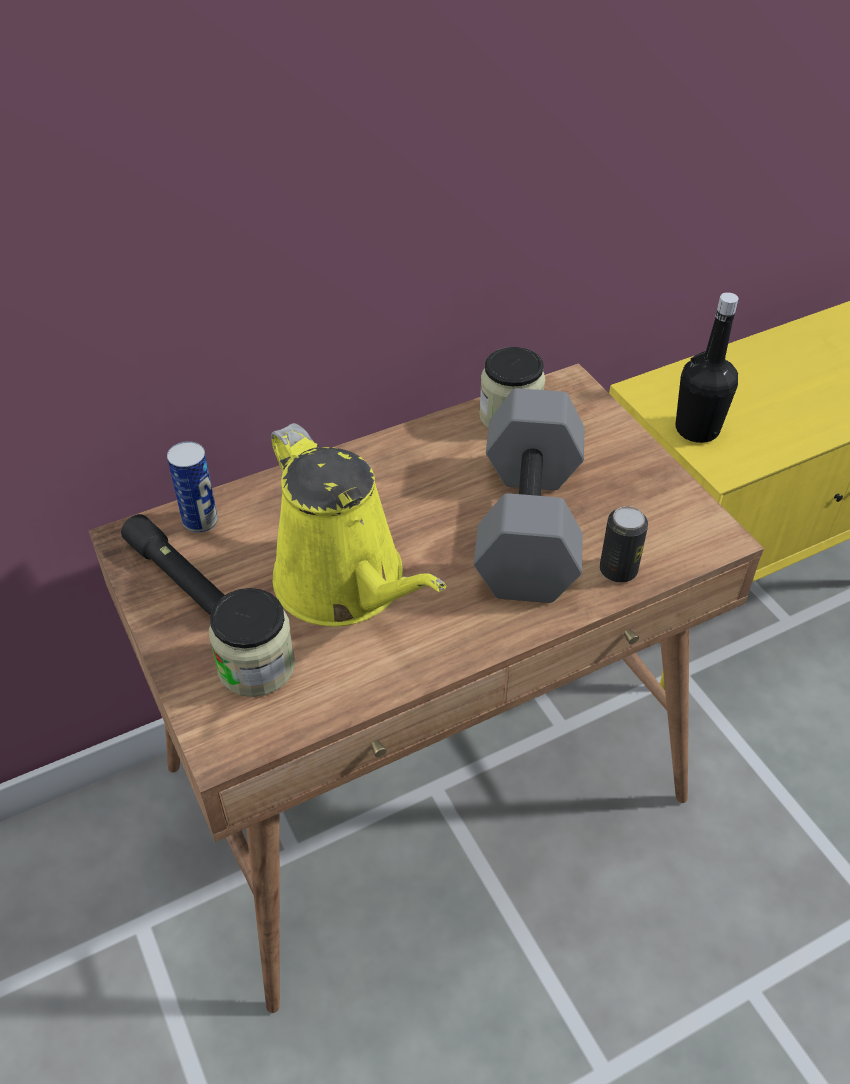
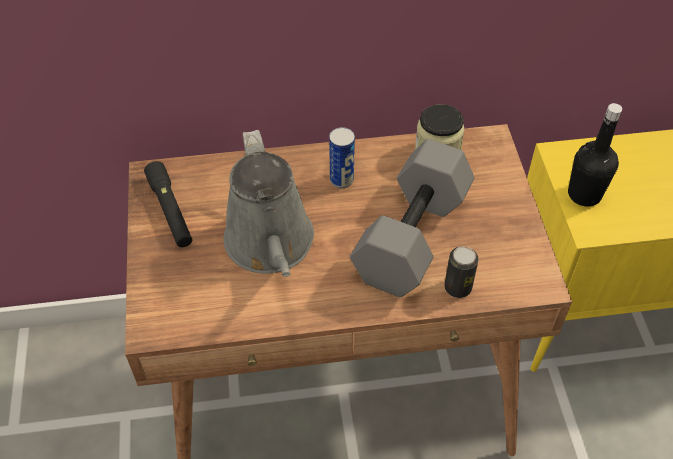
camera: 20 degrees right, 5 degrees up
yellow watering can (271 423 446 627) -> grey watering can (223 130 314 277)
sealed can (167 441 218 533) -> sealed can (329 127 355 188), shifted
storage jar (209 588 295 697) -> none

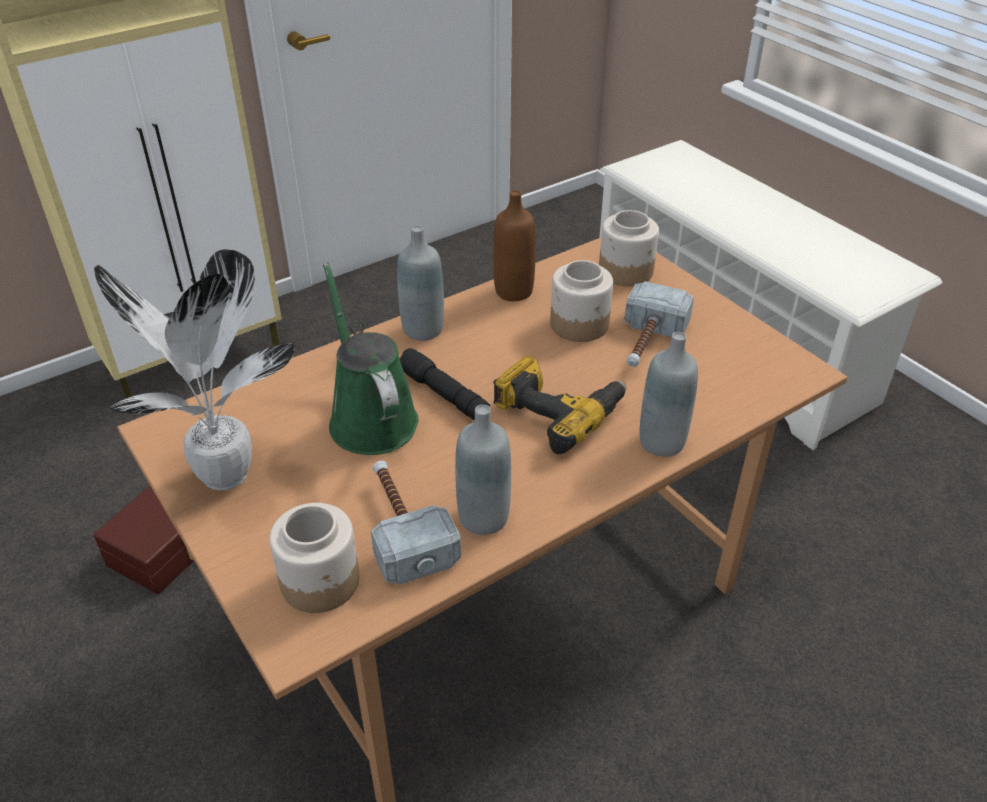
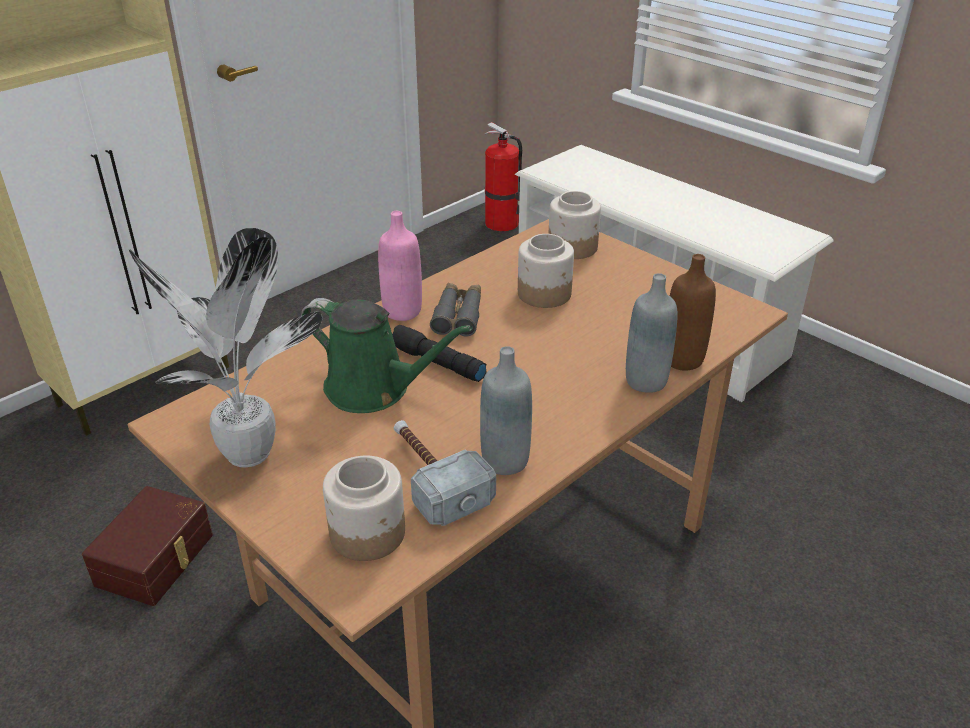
camera: 10 degrees left, 5 degrees down
green watering can (323 262 419 455) -> green watering can (301 298 473 413), 150 degrees clockwise
grey drink bottle (397 225 444 341) -> pinkish drink bottle (378 211 422 321)
none -> grey binoculars (430 283 481 337)
none -> fire-fighting cylinder (485 122 522 231)
brown drink bottle (493 190 536 301) -> brown drink bottle (670 254 716 371), shifted
drill (493 355 626 454) -> none
tool hammer (624 281 694 367) -> none

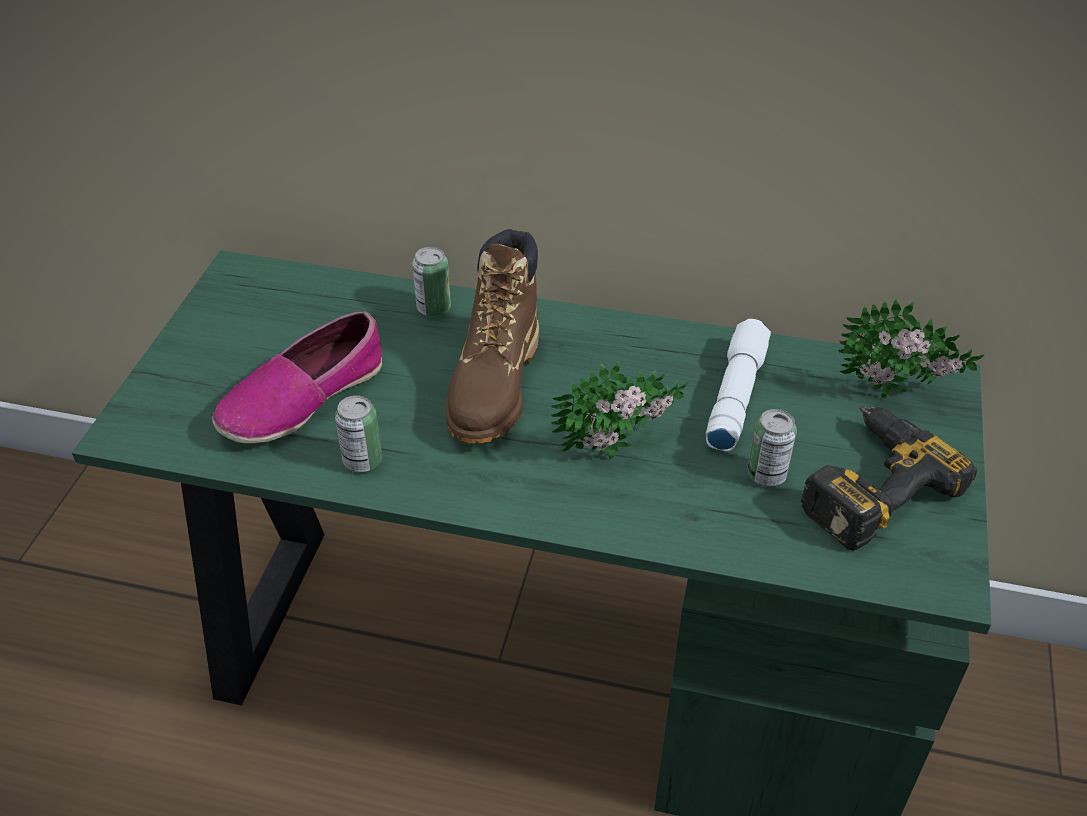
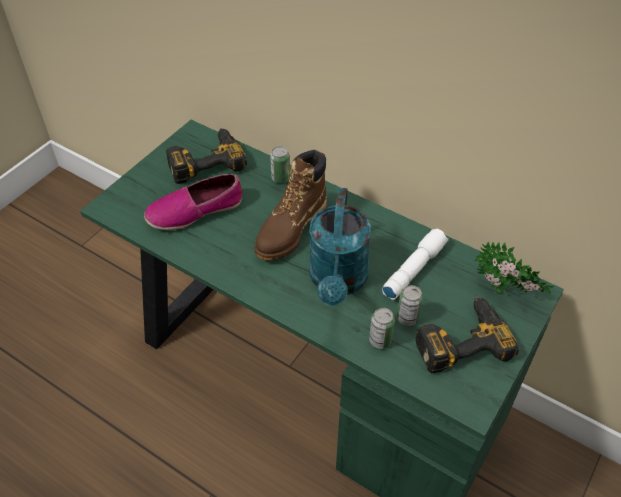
camera: 20 degrees right, 5 degrees up
none -> drill (166 128 247 184)
plant in a pot (550 360 688 459) -> blue-green watering can (309 188 371 306)
sealed can (335 395 382 472) -> sealed can (369 308 395 349), shifted

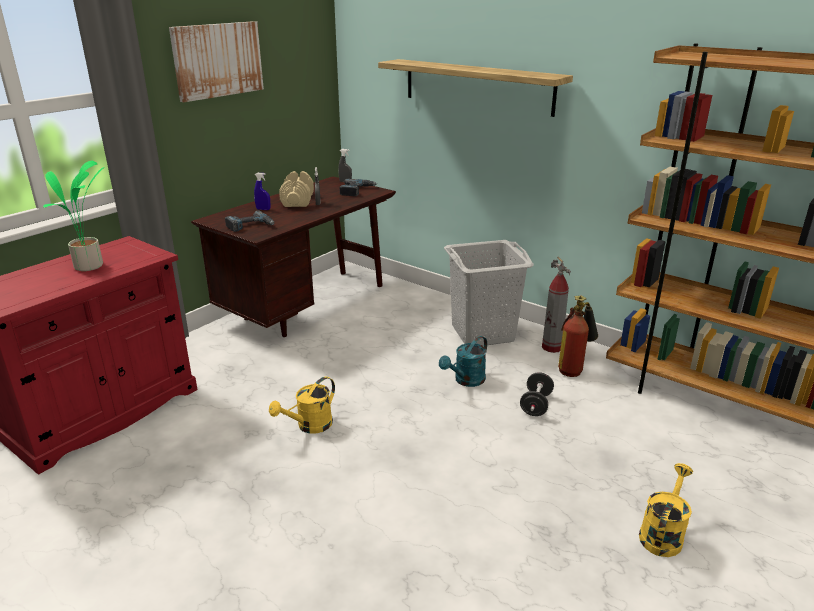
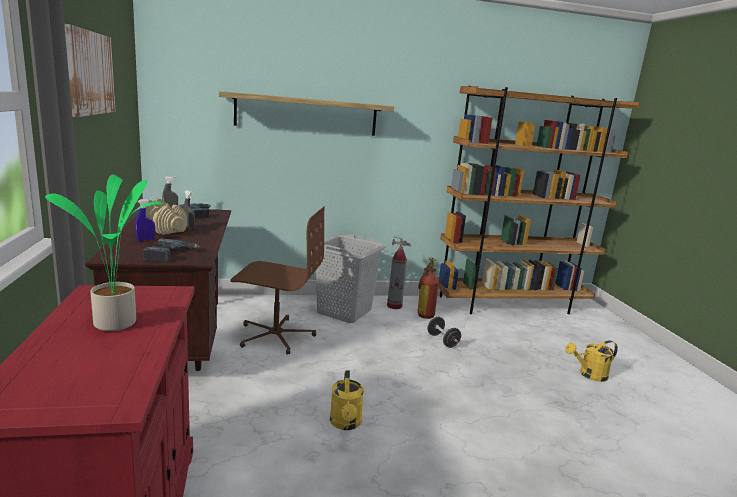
camera: 50 degrees left, 10 degrees down
none -> brown desk chair (230 206 325 355)
yellow watering can (639 463 693 557) -> yellow watering can (565 340 618 382), 90 degrees counterclockwise
blue-green watering can (439 336 487 387) -> none

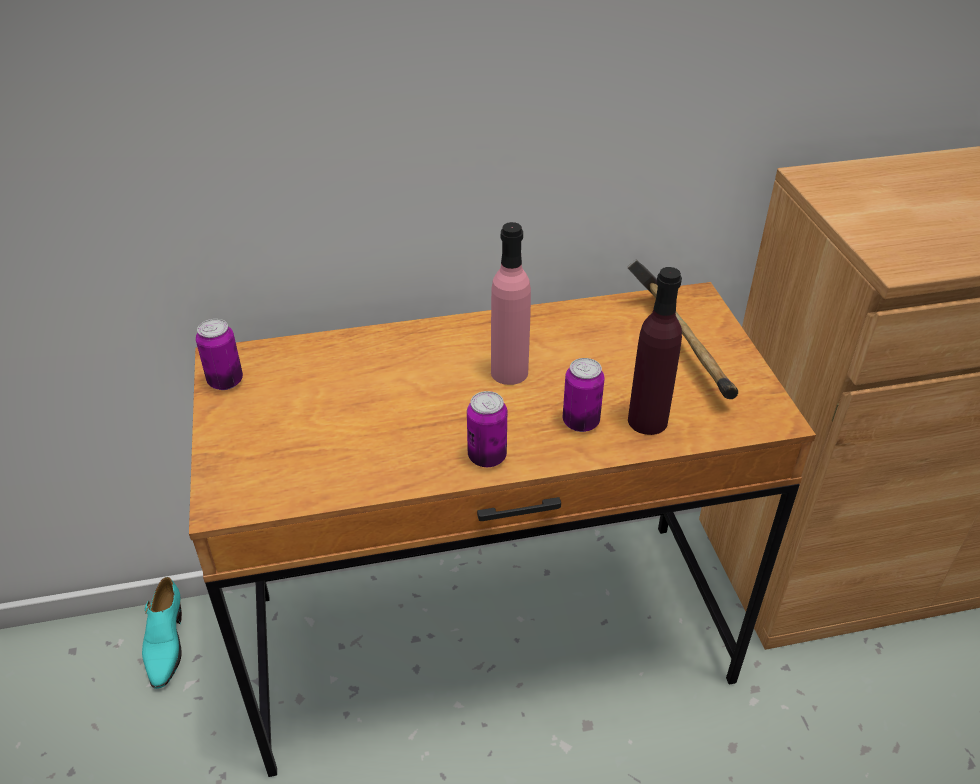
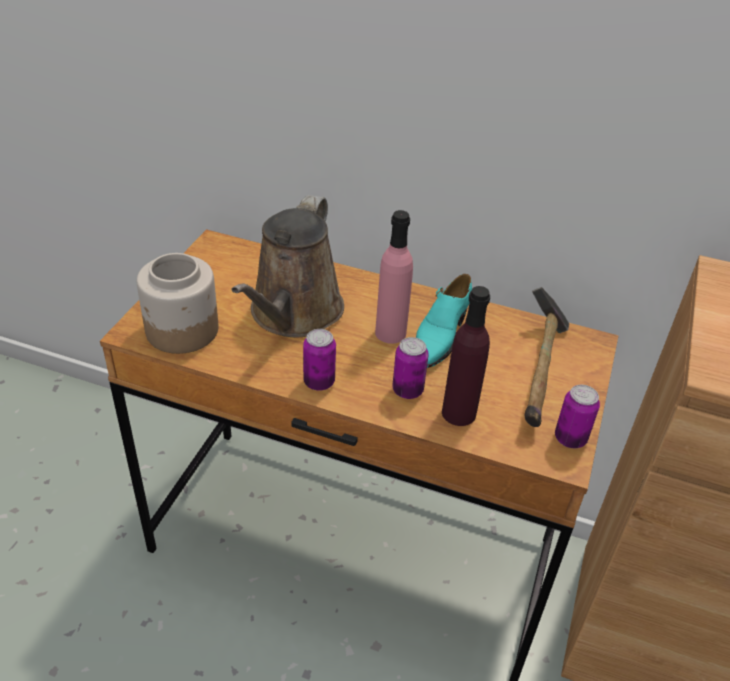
camera: 30 degrees right, 0 degrees up
none -> storage jar (137 253 218 354)
none -> brown watering can (231 195 344 337)
blue-green low shoe (142 577 182 689) -> blue-green low shoe (416 274 472 368), shifted
sealed can (196 319 243 390) -> sealed can (555 385 600 448), shifted

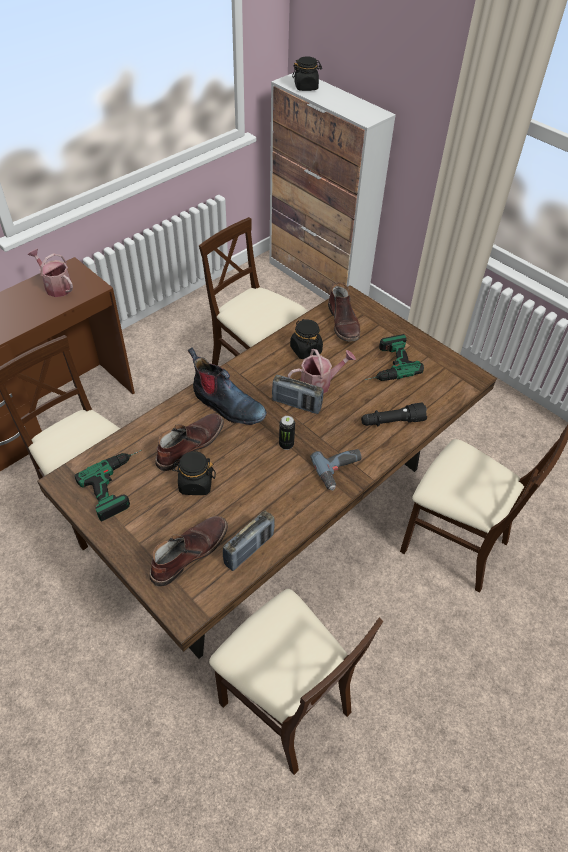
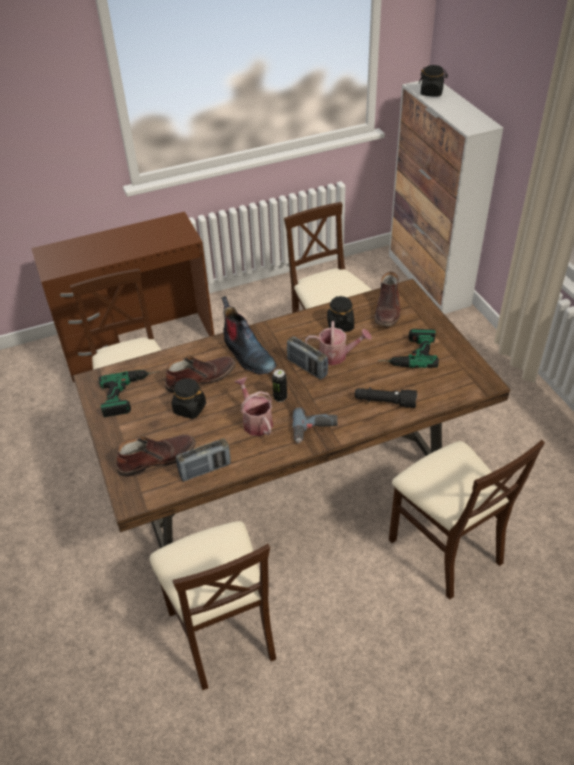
camera: 25 degrees right, 5 degrees down
watering can (27 249 73 297) -> watering can (235 377 273 436), shifted

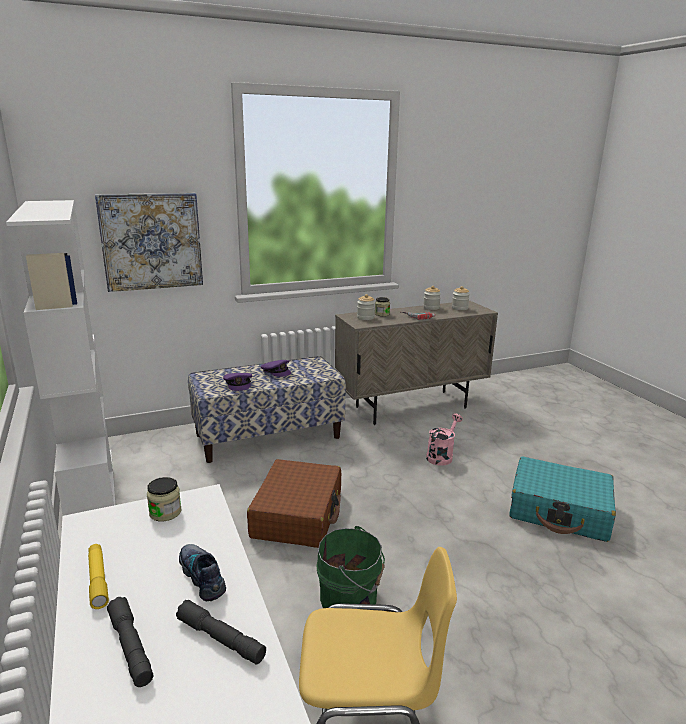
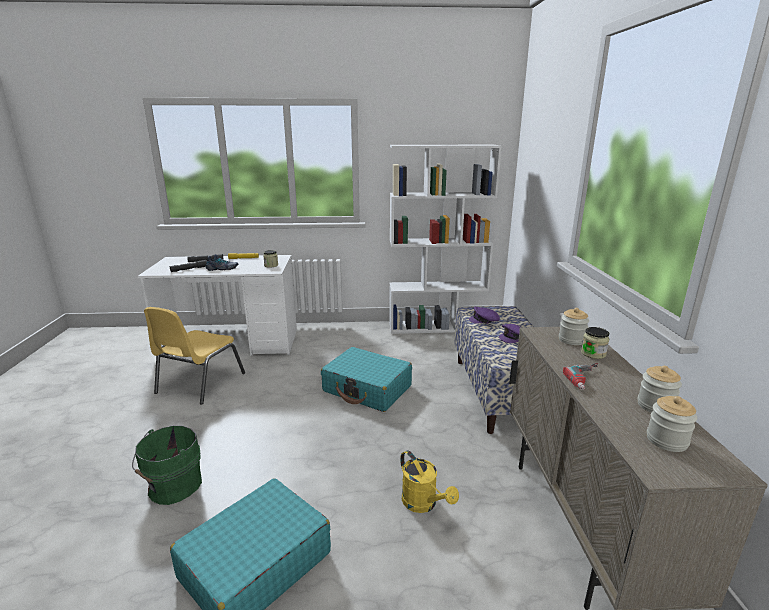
camera: 110 degrees right, 0 degrees up
green bucket (316 526 385 608) -> green bucket (132 425 202 505), shifted
brown piece of luggage (247 459 341 548) -> blue-green piece of luggage (321 347 412 412)
pinkish watering can (426 413 463 466) -> yellow watering can (400 451 459 513)
wall art (95 193 203 292) -> none

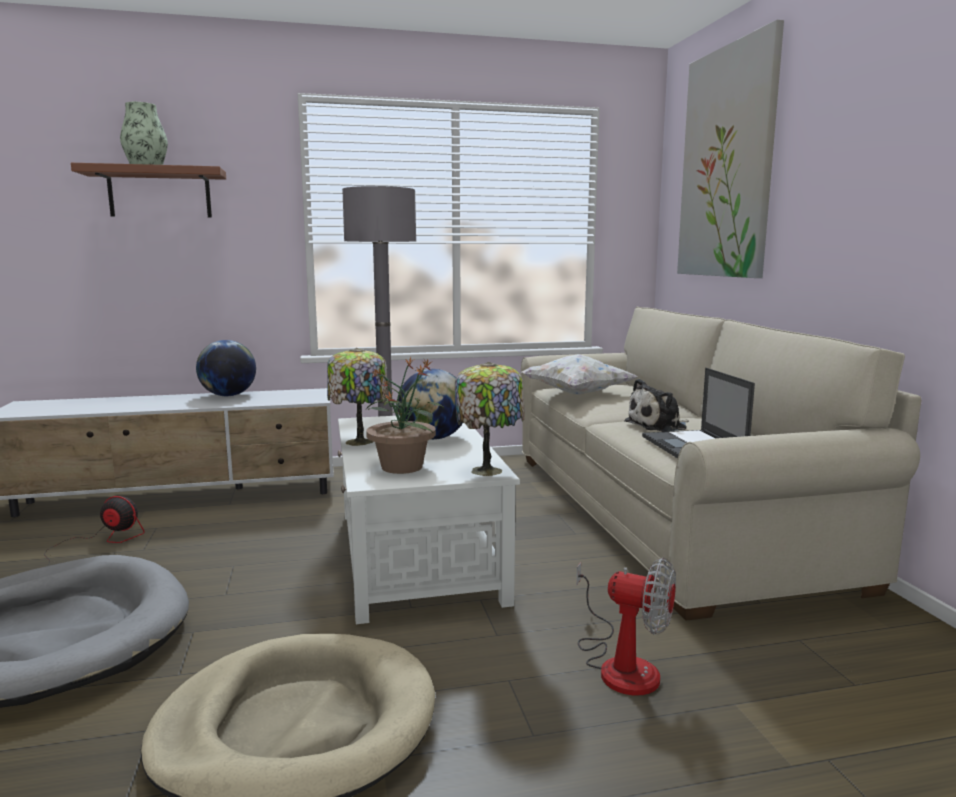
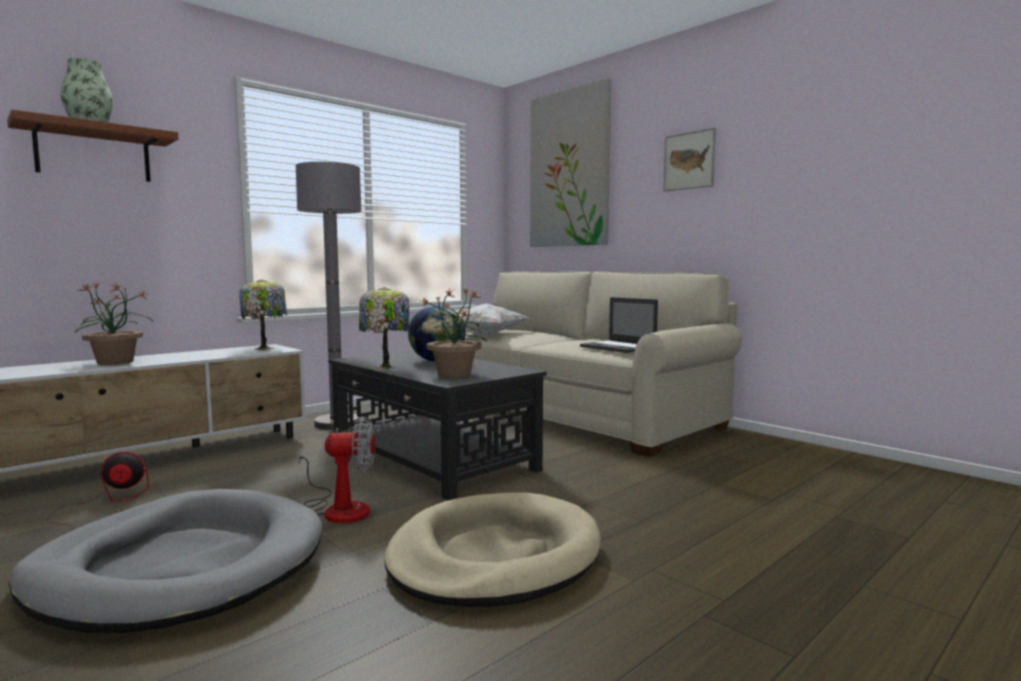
camera: 30 degrees left, 5 degrees down
none -> plant in a pot (75 283 153 365)
lamp for a table (455 362 525 476) -> lamp for a table (239 279 287 350), shifted
cooling fan (576 558 676 696) -> cooling fan (297 416 375 523), shifted
white coffee table (338 416 520 624) -> blackish coffee table (328 350 547 500)
none -> wall art (663 127 716 192)
desk globe (196 340 256 396) -> none
cuddly toy (624 379 689 432) -> none

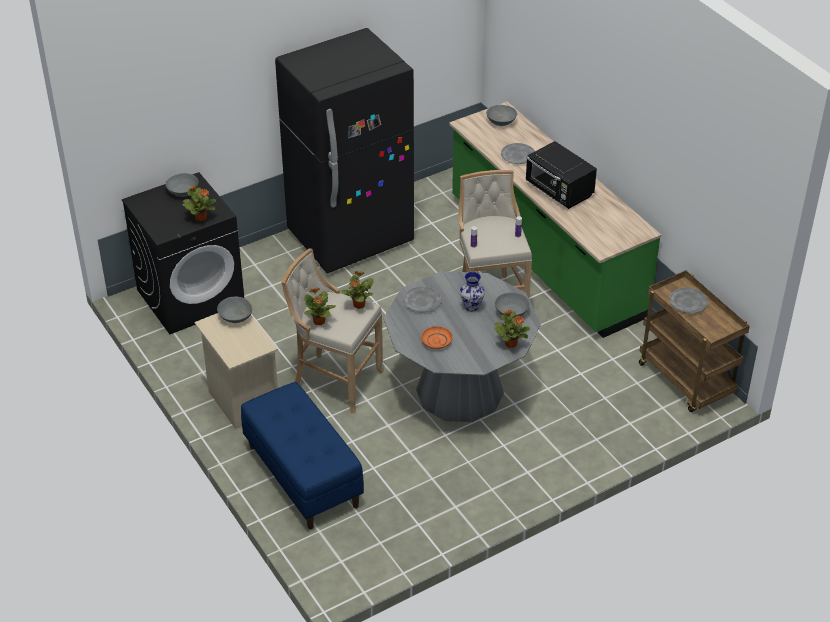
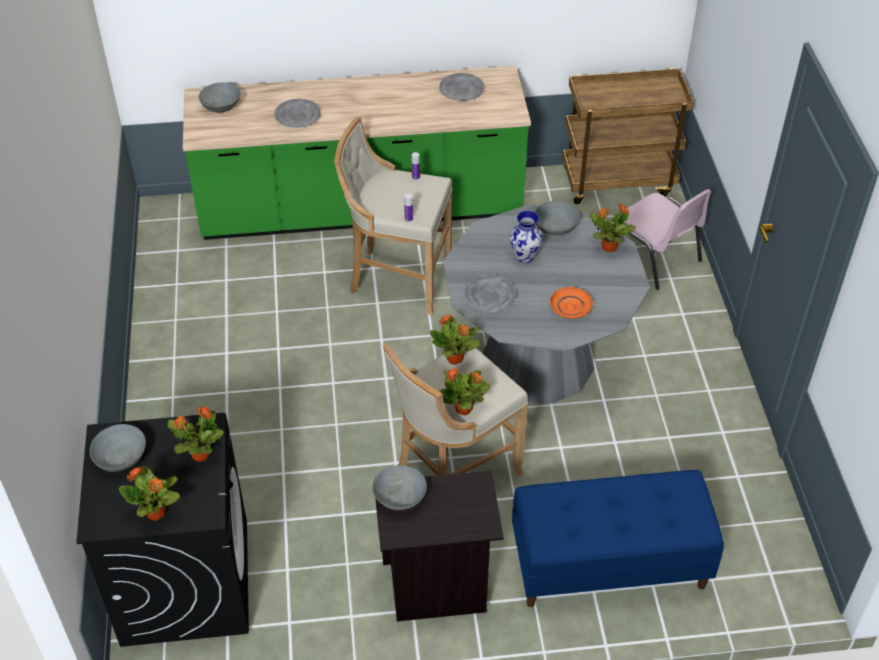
camera: 65 degrees left, 5 degrees up
none -> plant in a pot (119 466 180 521)
sand-coloured nightstand (194 313 278 429) -> blackish nightstand (375 470 504 622)
grey dinner plate (670 287 708 313) -> grey dinner plate (439 73 484 101), shifted
none -> pinkish chair (624 189 711 290)
blackish kitchen fridge (275 28 414 274) -> none
blackish microwave (525 141 597 209) -> none

